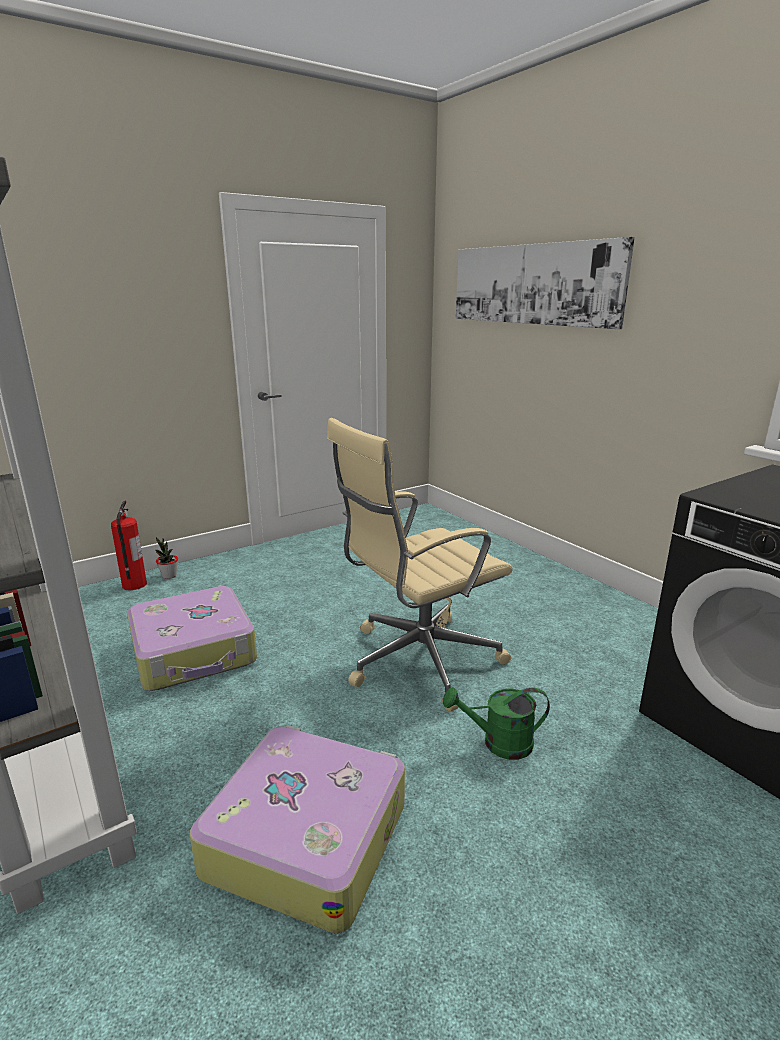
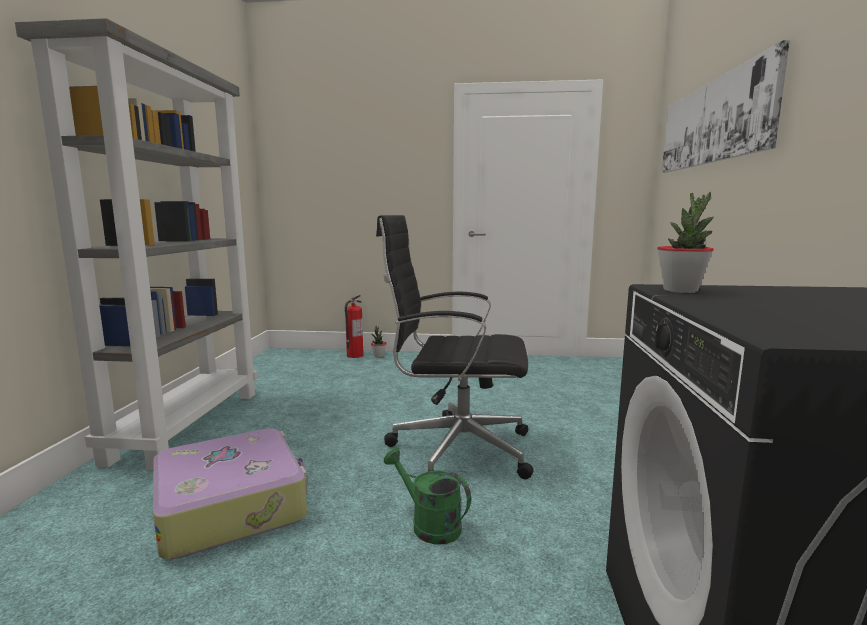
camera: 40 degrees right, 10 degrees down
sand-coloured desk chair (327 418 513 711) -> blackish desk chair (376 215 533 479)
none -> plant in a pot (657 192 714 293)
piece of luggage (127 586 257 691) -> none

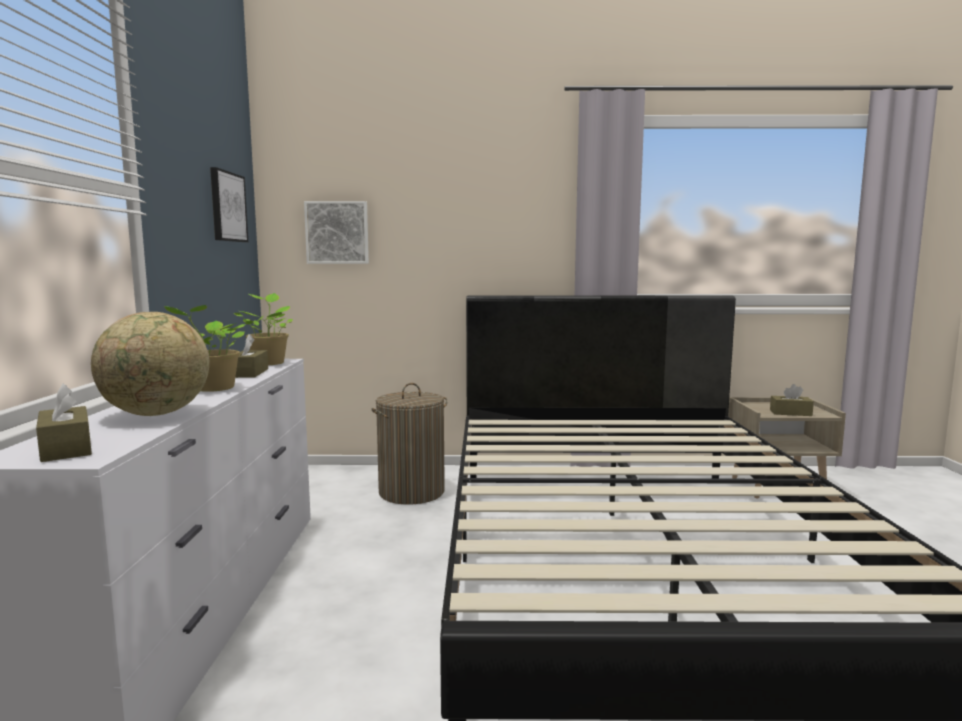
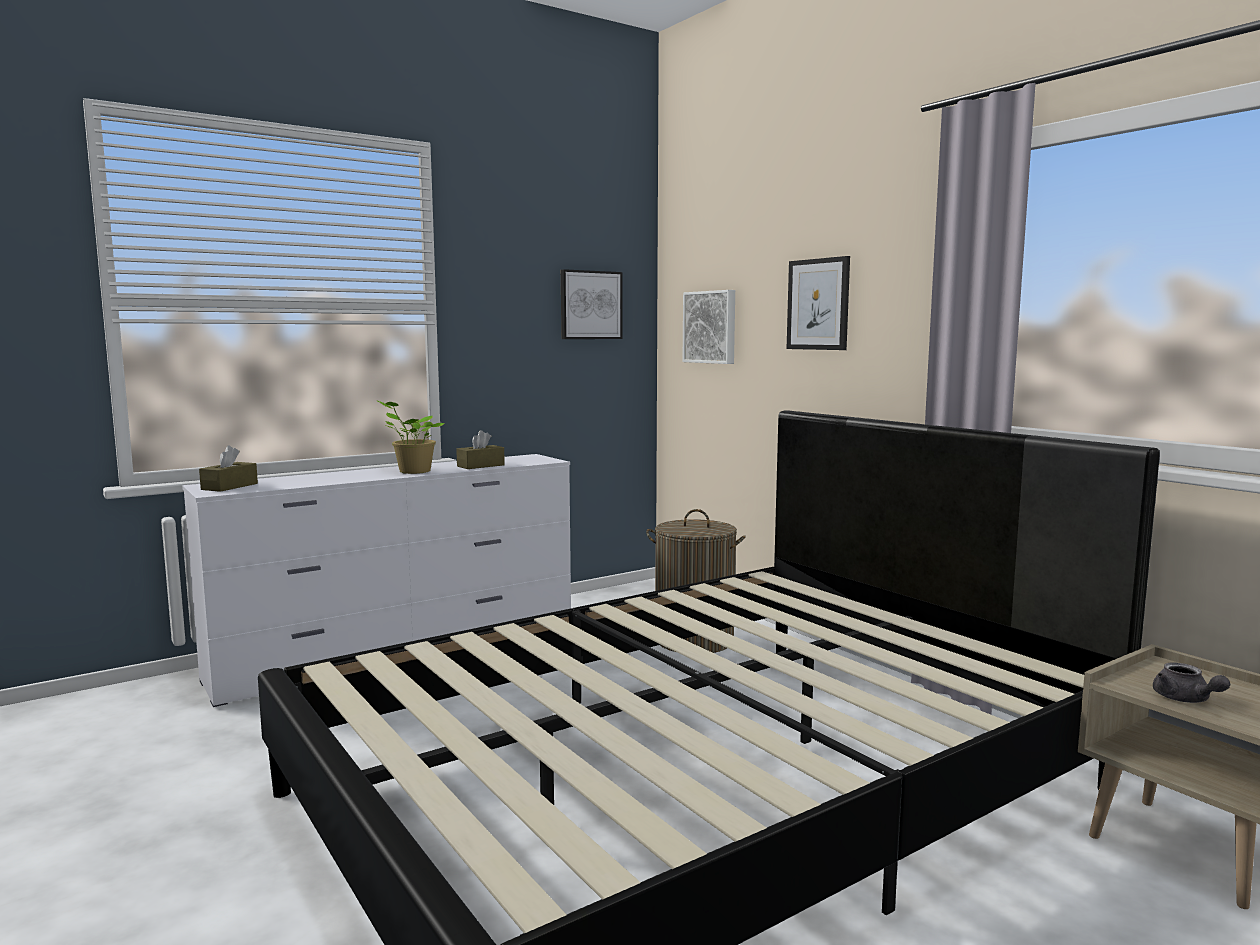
camera: 55 degrees right, 0 degrees up
none -> wall art (787 256 850 350)
brown tissue box (770 384 814 416) -> grey teapot (1153 662 1230 703)
desk globe (91 312 209 416) -> none
plant in a pot (234 293 293 365) -> none

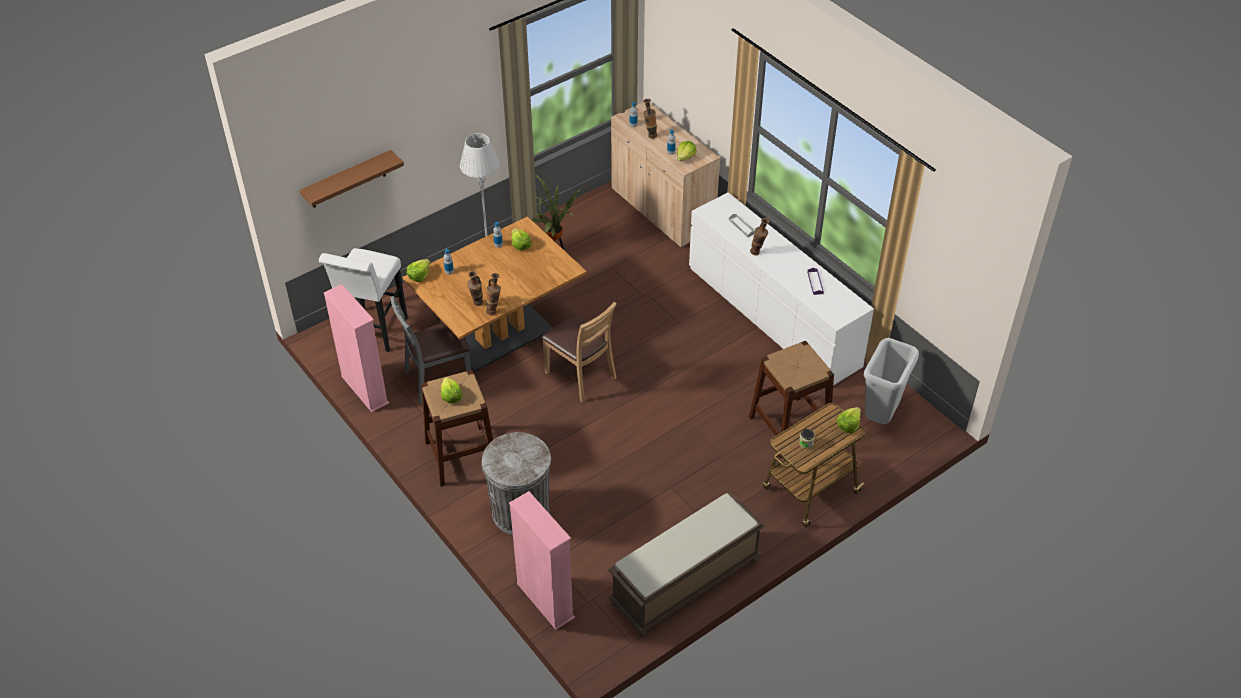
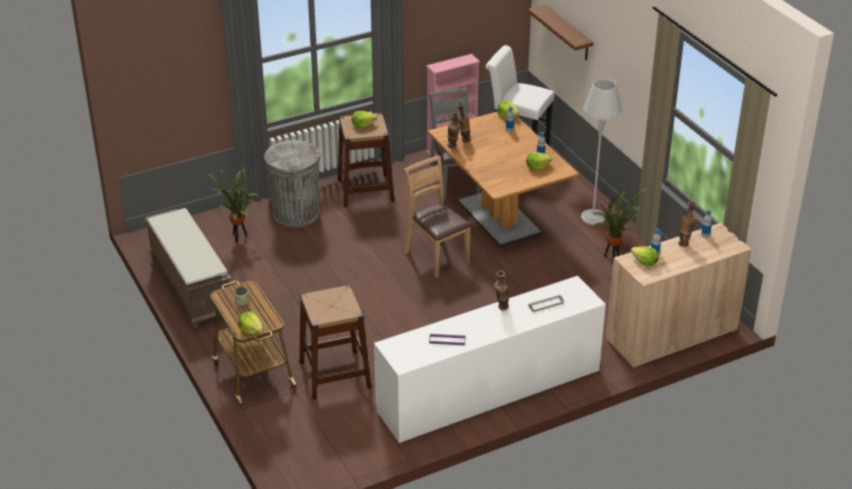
camera: 100 degrees right, 10 degrees down
none -> plant in a pot (209 167 259 242)
brown chair (541 302 617 403) -> brown chair (404 156 472 278), 90 degrees clockwise
pinkish bookcase (509 491 575 630) -> none
grey waste bin (864 338 919 424) -> none

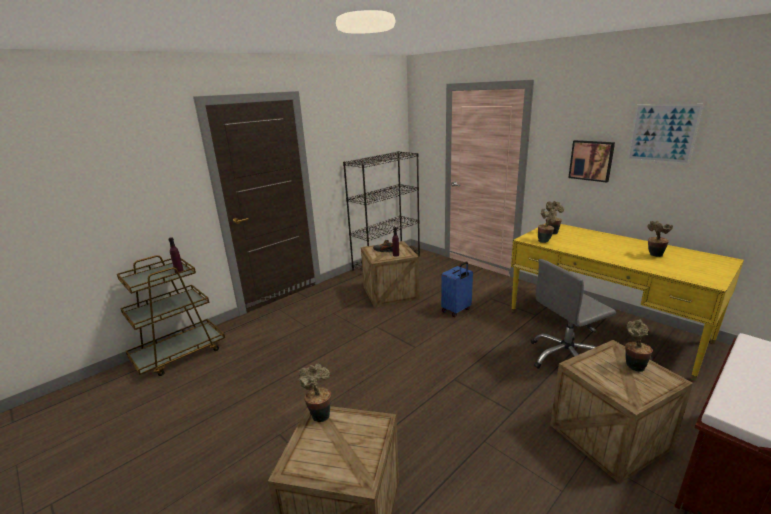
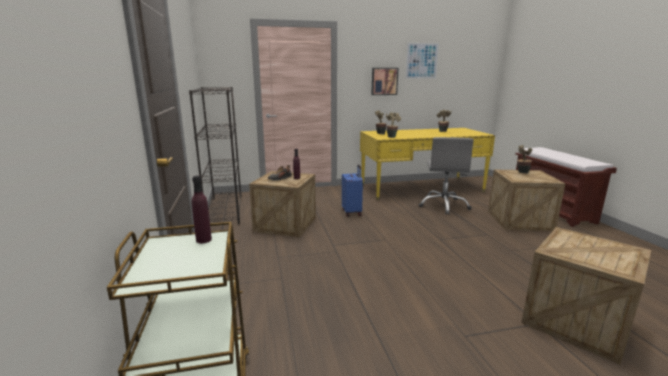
camera: 60 degrees left, 5 degrees down
plant in a pot (299 364 331 422) -> none

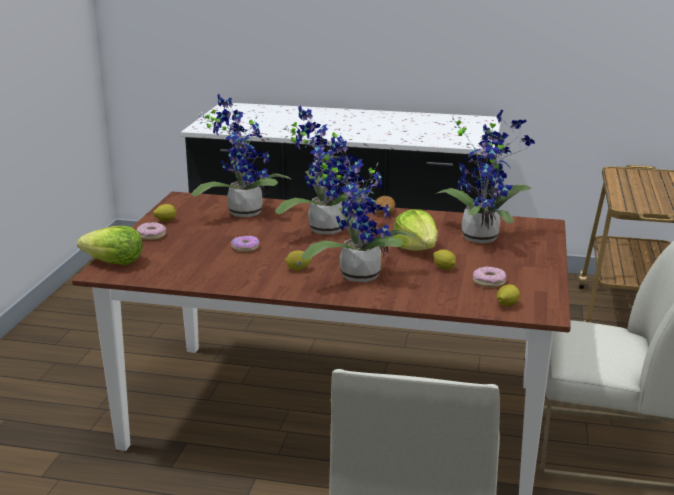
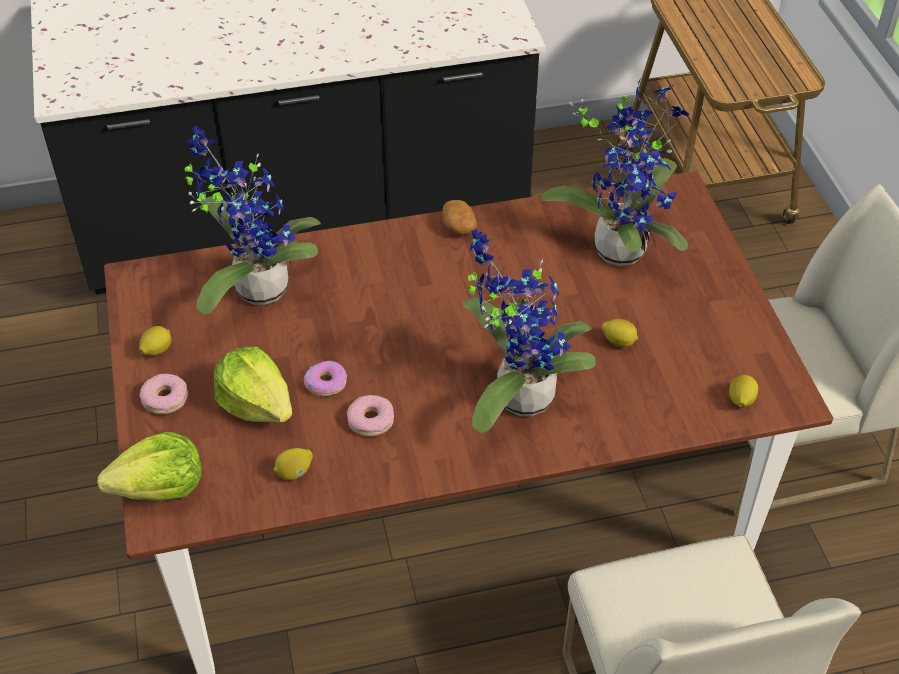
camera: 25 degrees left, 25 degrees up
lettuce head (392 209 438 251) -> lettuce head (214 347 292 422), shifted
whole lemon (285 251 312 270) -> whole lemon (274 448 313 480), shifted
donut (473 266 506 288) -> donut (347 395 394 437), shifted
plant in a pot (275 106 374 234) -> none

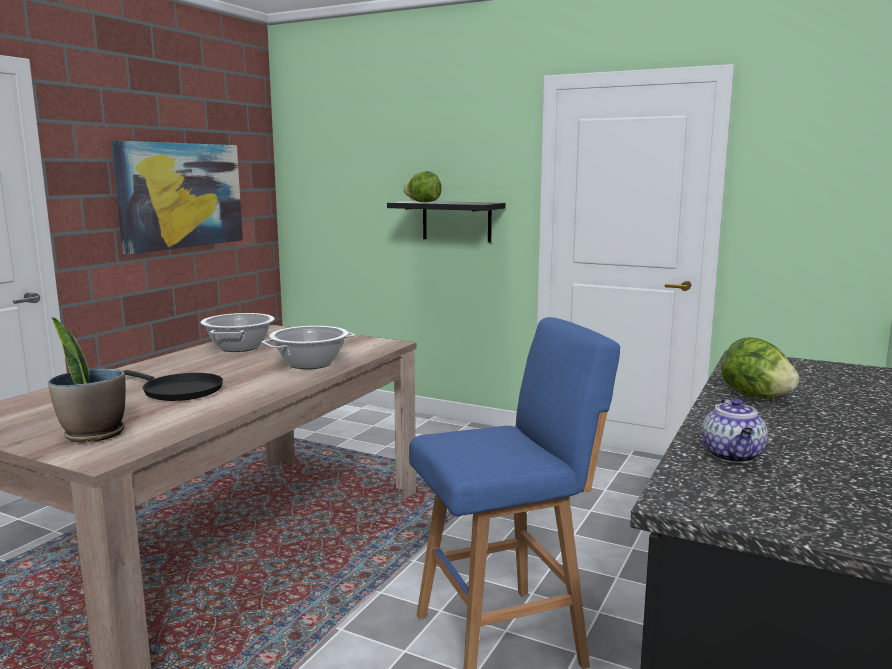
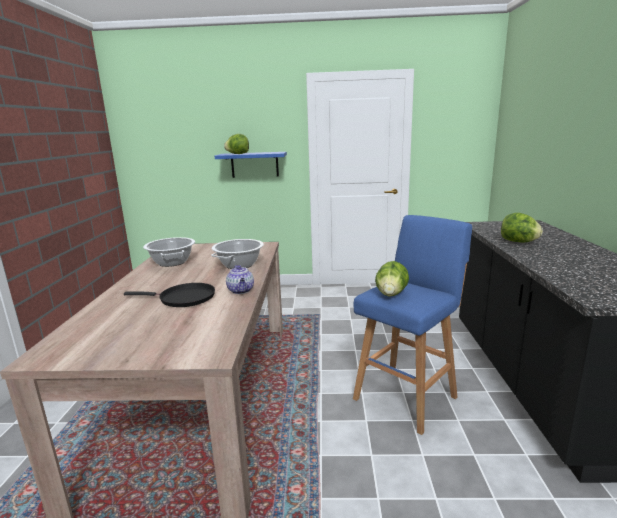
camera: 25 degrees left, 5 degrees up
blackish wall shelf (387 201 505 243) -> blue wall shelf (215 152 287 178)
teapot (702 397 768 463) -> teapot (226 265 254 294), shifted
none -> lettuce head (375 261 409 296)
plant in a pot (48 317 126 443) -> none
wall art (112 141 243 254) -> none

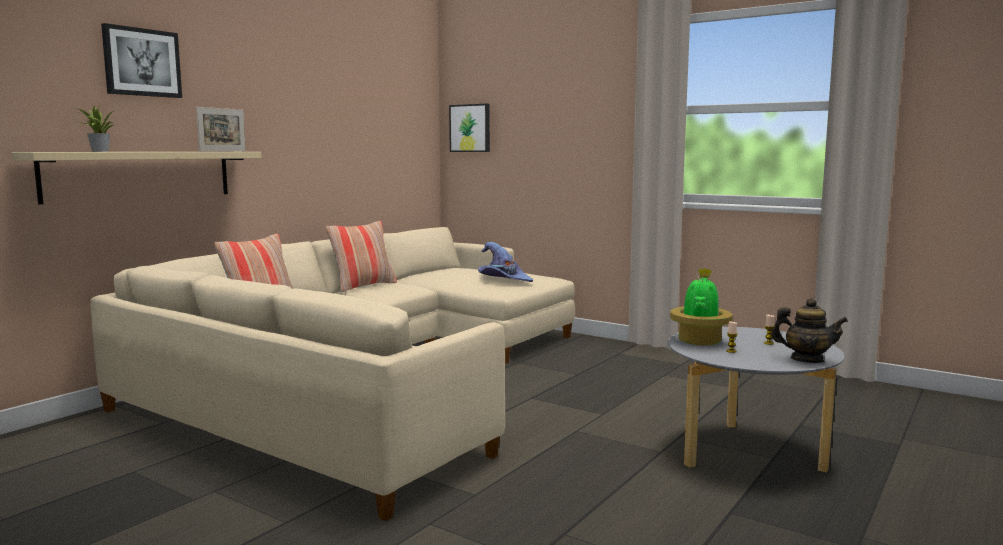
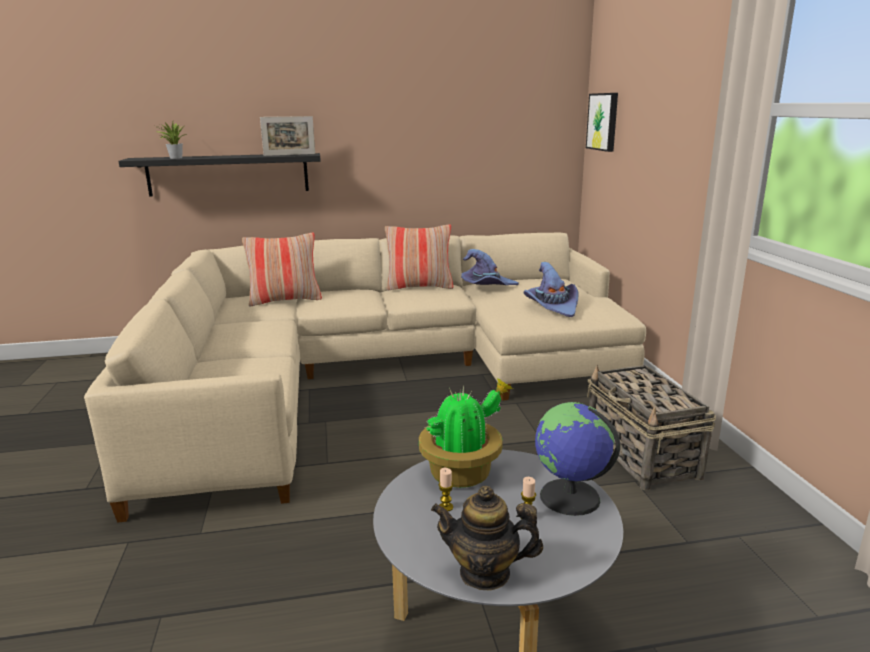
camera: 45 degrees right, 10 degrees up
sand-coloured wall shelf (11 152 262 204) -> blackish wall shelf (118 153 321 197)
teapot (771 298 848 363) -> teapot (431 486 543 591), 120 degrees clockwise
none -> purple-coloured hat (461 249 519 285)
none -> desk globe (535 402 620 516)
none -> basket (587 365 716 490)
wall art (101 23 182 98) -> none

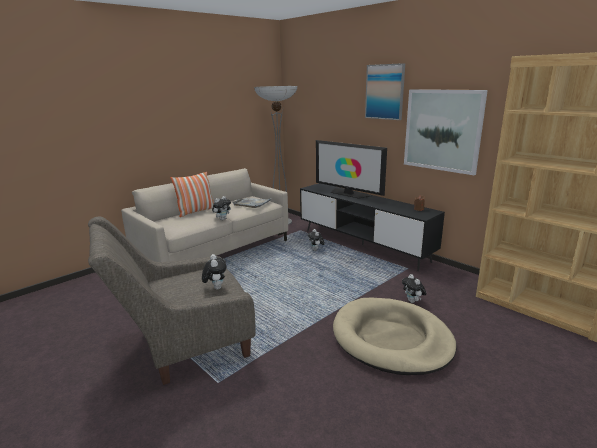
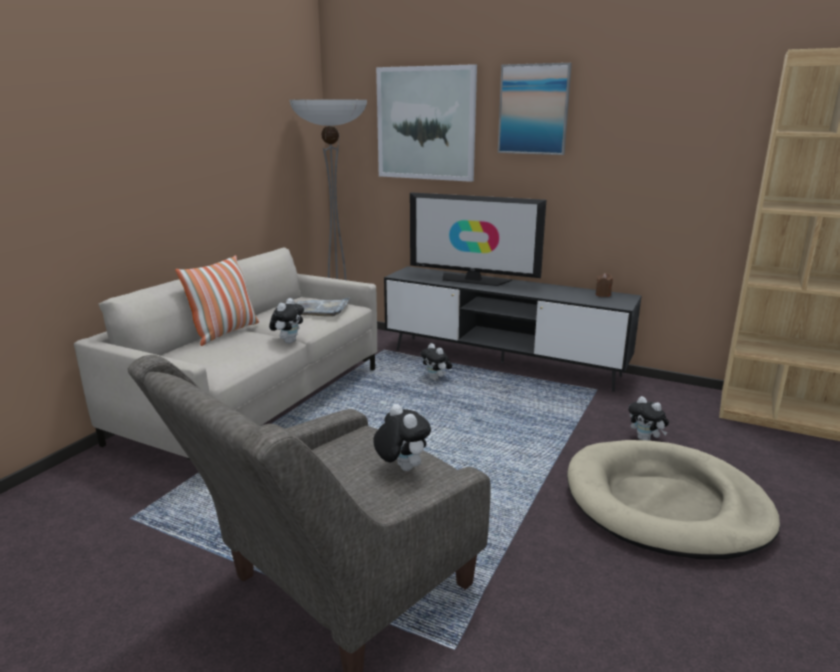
camera: 20 degrees left, 0 degrees up
wall art (404 89 488 175) -> wall art (376 64 477 182), shifted

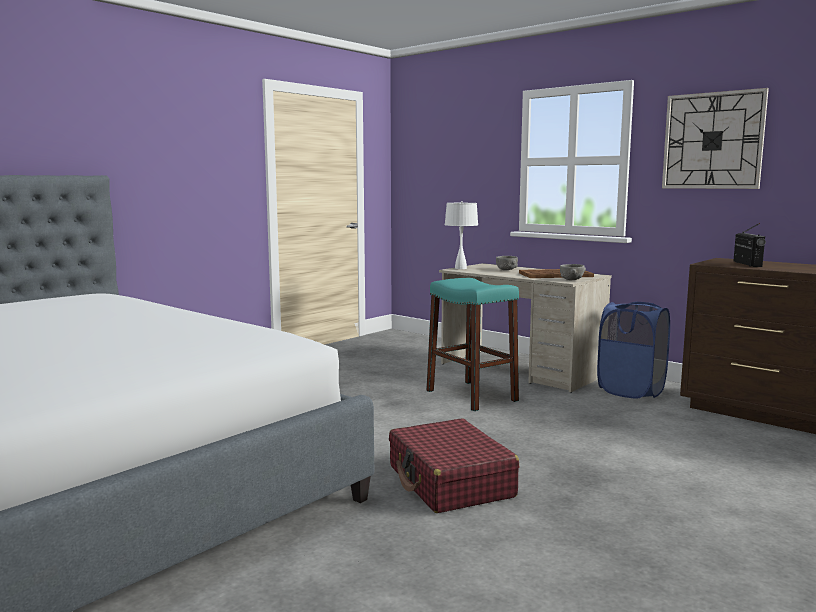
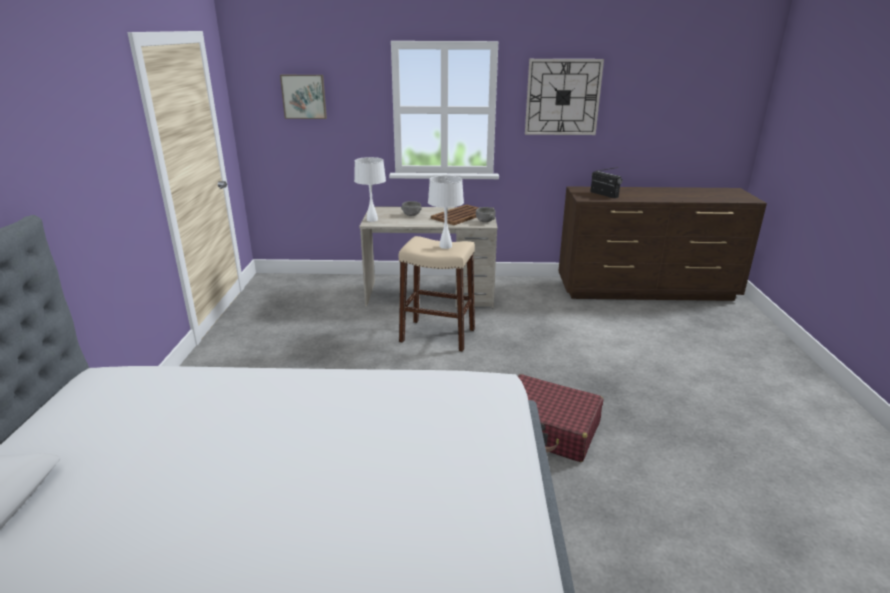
camera: 40 degrees left, 15 degrees up
none -> wall art (280 75 327 119)
blue-green stool (426 278 519 411) -> sand-coloured stool (399 236 475 352)
none -> white lamp for a table (428 175 464 249)
blue washing basket (597 302 670 398) -> none

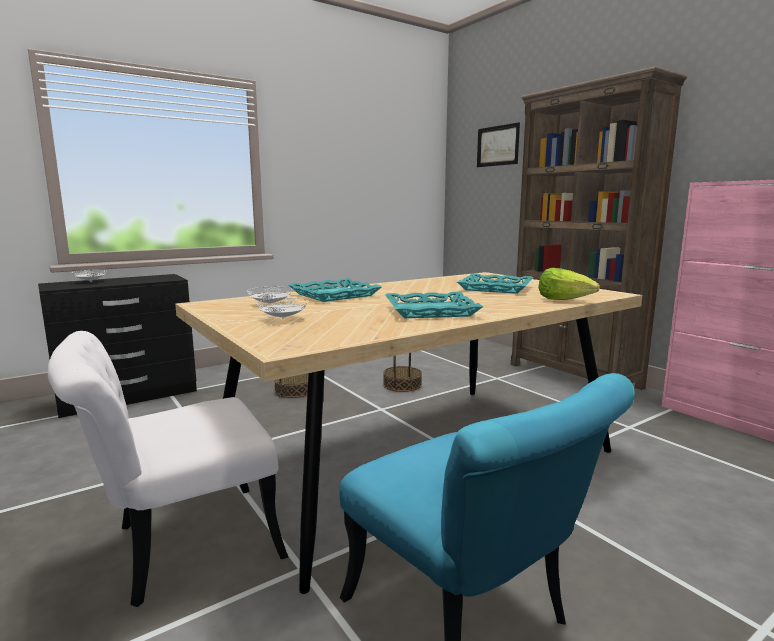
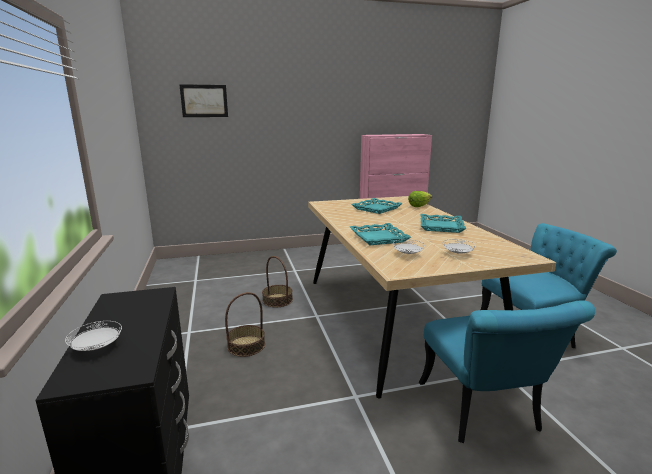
camera: 70 degrees left, 5 degrees up
white chair (48 331 288 607) -> blue-green chair (419 300 595 443)
brown bookcase (511 66 687 390) -> none

